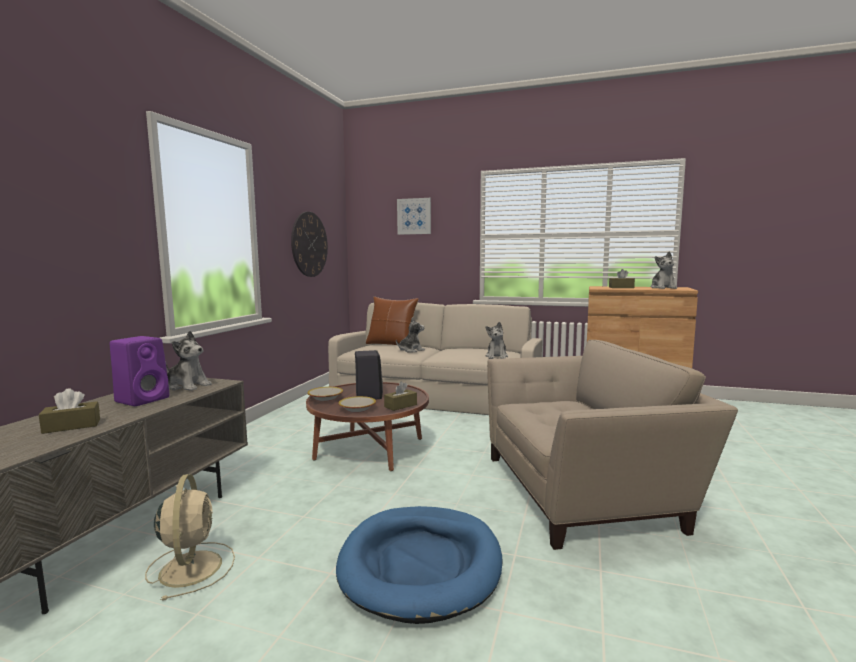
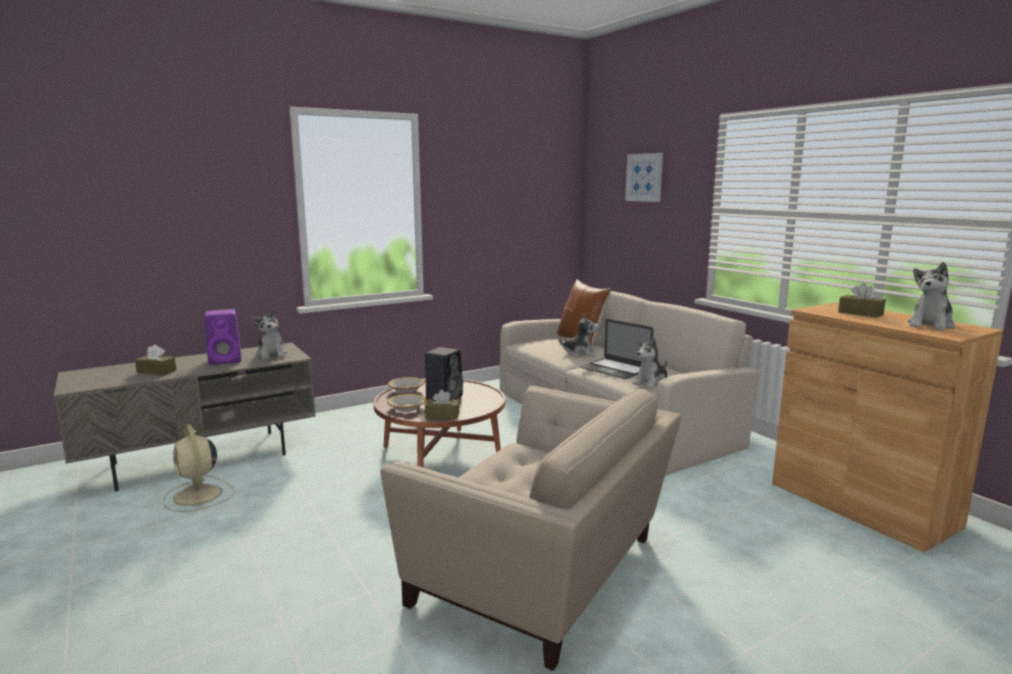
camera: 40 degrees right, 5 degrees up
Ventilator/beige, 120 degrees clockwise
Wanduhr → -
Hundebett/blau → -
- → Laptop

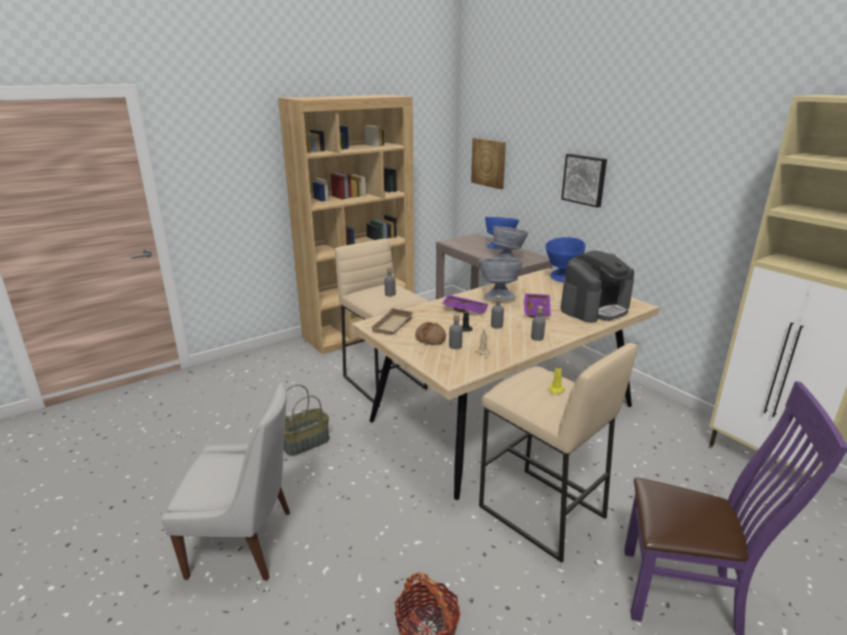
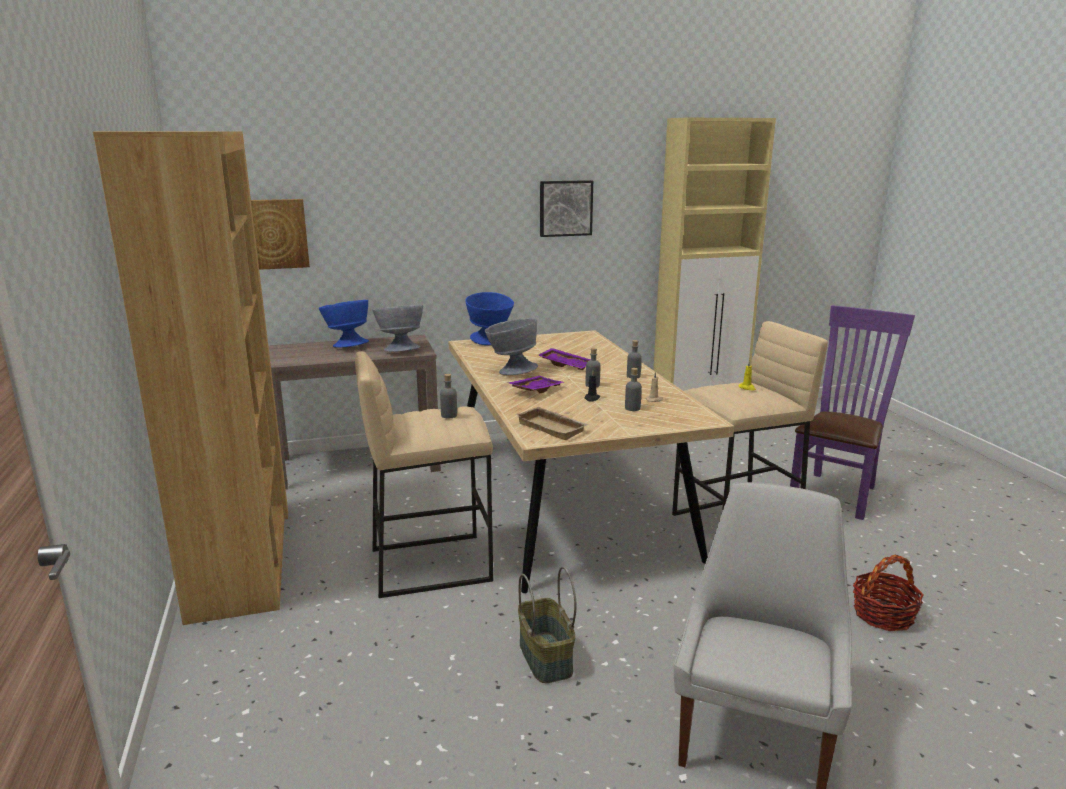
camera: 70 degrees left, 5 degrees down
Brot → -
Bild (2nd from left), moved
Kaffeemaschine → -

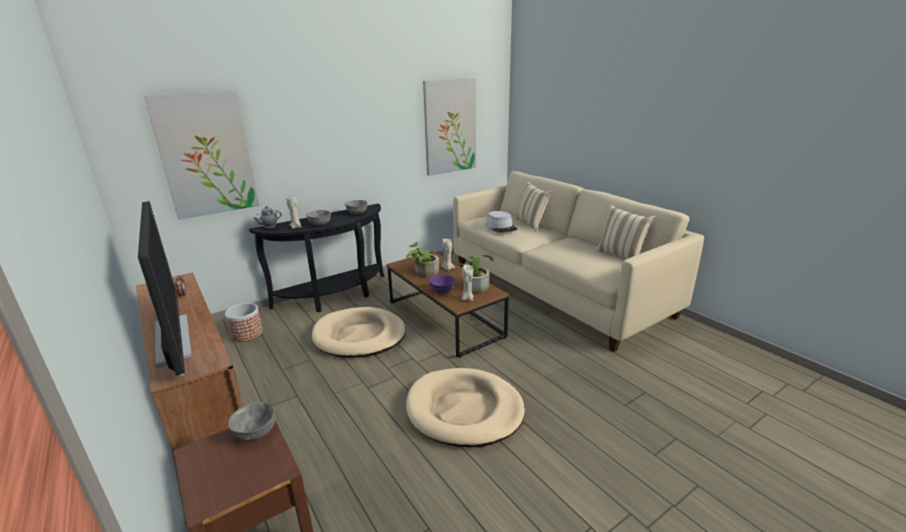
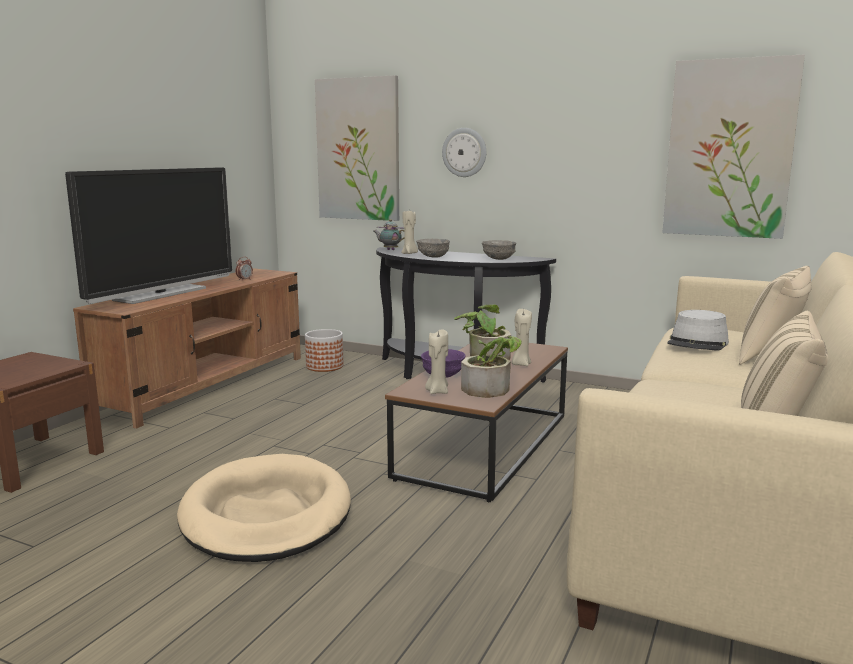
camera: 60 degrees right, 10 degrees down
Schüssel/grau (1st from left) → -
Hundebett/beige (1st from left) → -
- → Wanduhr

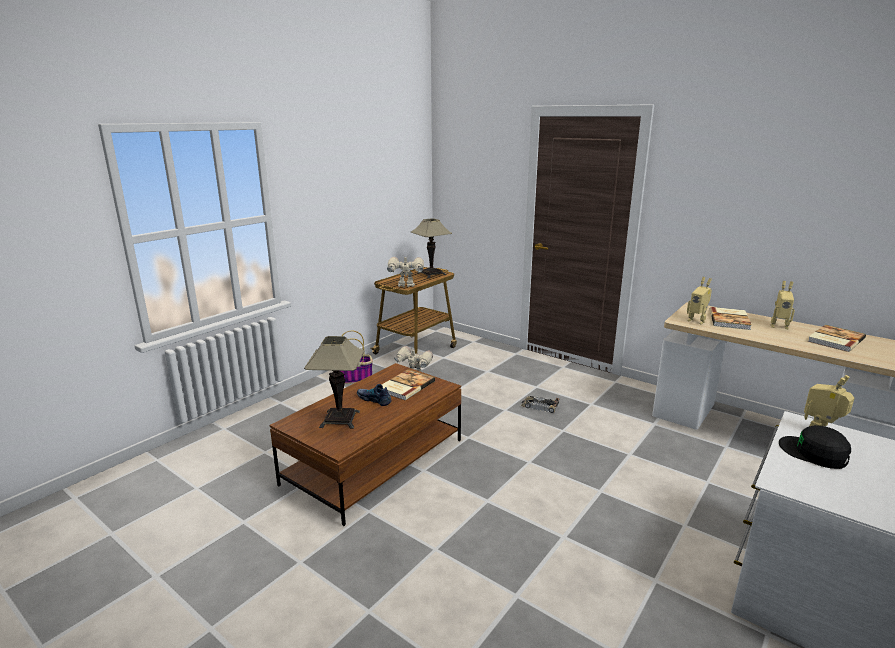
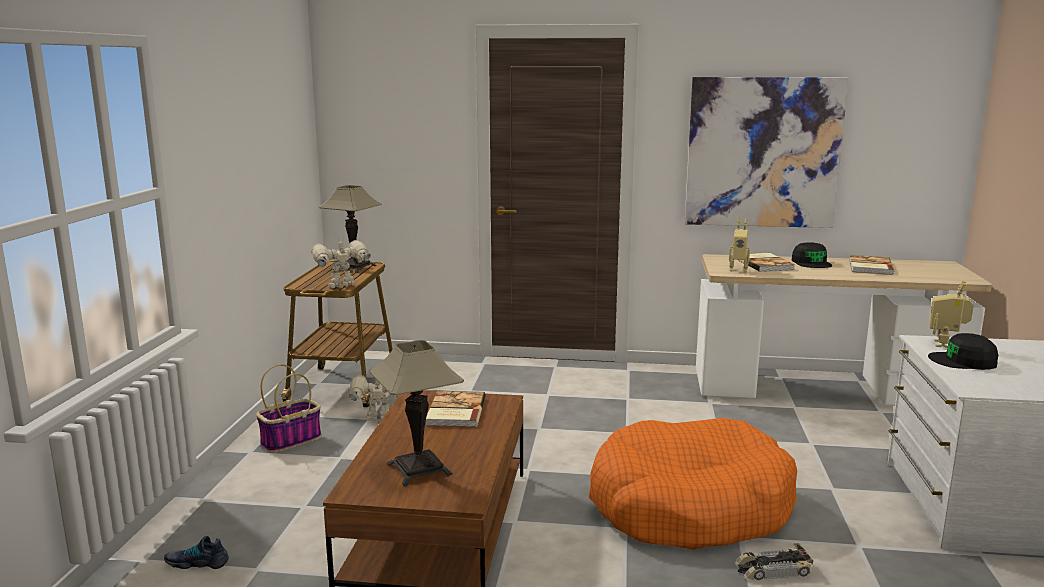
camera: 30 degrees left, 5 degrees down
Schuh, moved
Spielzeugauto, moved
Spielzeugroboter (4th from left) → Kappe/schwarz (1st from left)
- → Hundebett/orange
- → Bild

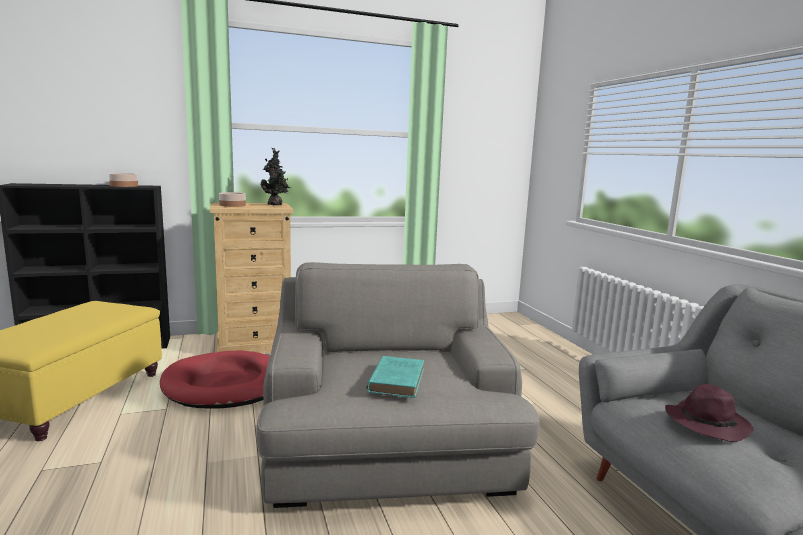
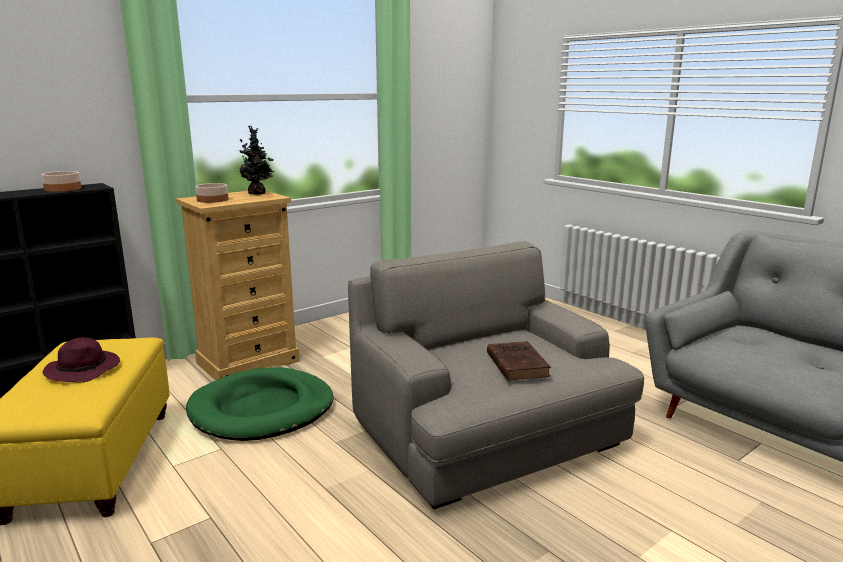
camera: 20 degrees left, 5 degrees up
Hundebett/rot → Hundebett/grün
Buch/türkis → Buch/braun
Hut/lila, moved

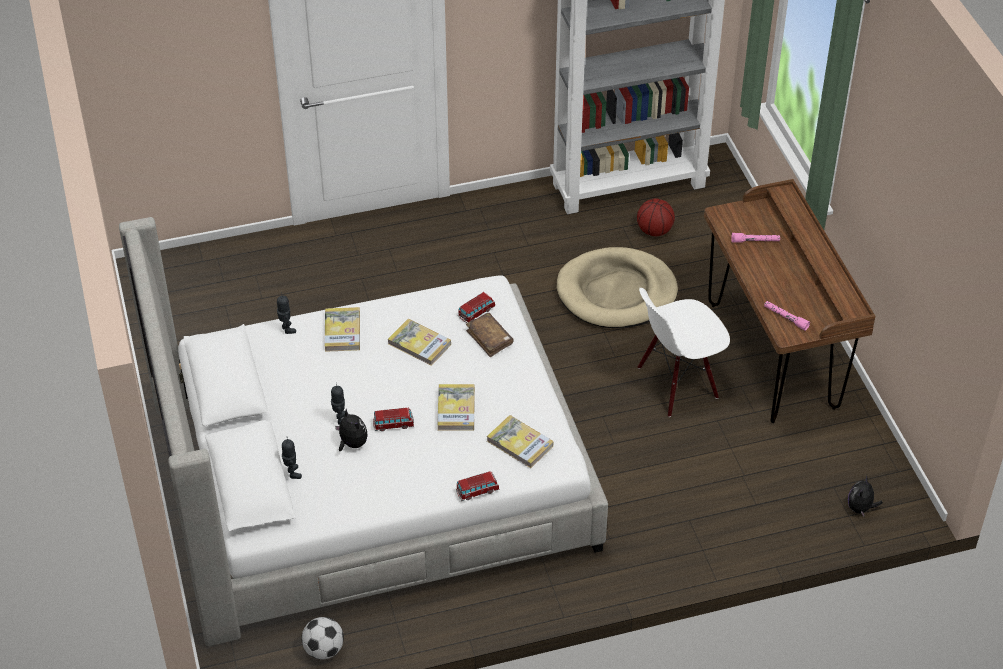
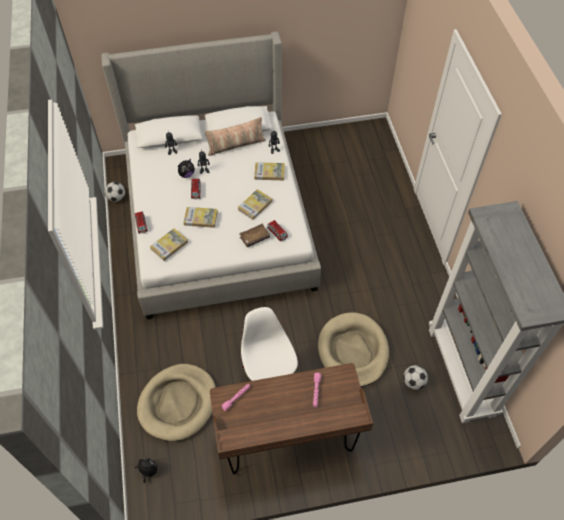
camera: 95 degrees right, 10 degrees up
Basketball → Fußball (2nd from left)
- → Hundebett/beige (1st from left)
- → Kissen

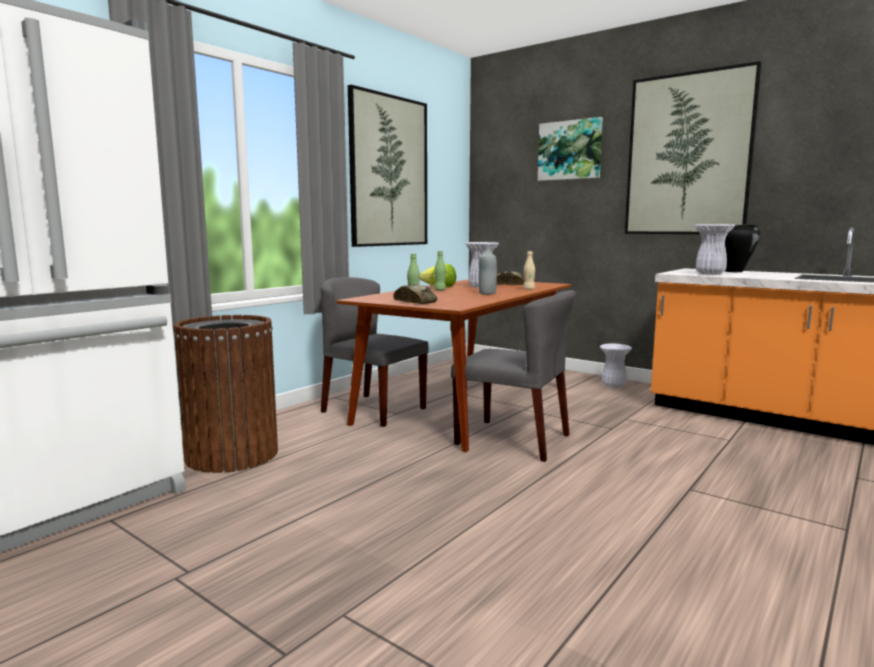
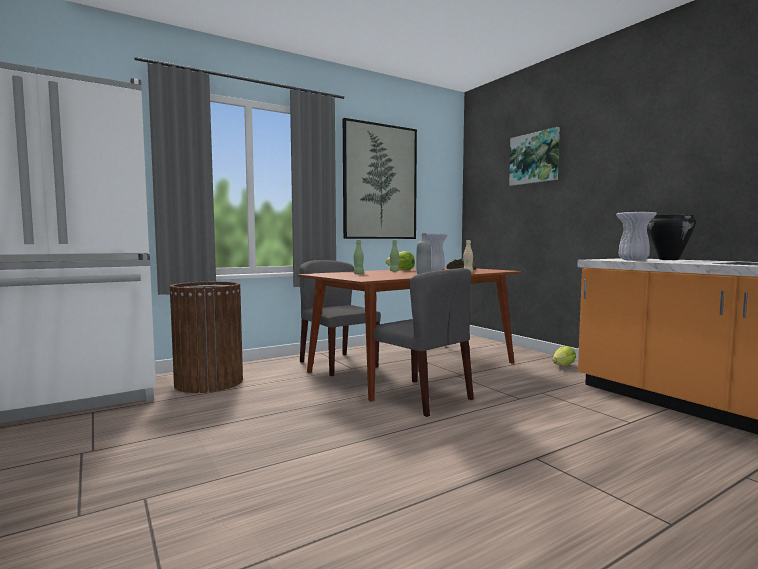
camera: 20 degrees right, 5 degrees down
Brot (1st from left) → -
Vase/weiß (2nd from left) → Salatkopf (2nd from left)
Bild (3rd from left) → -

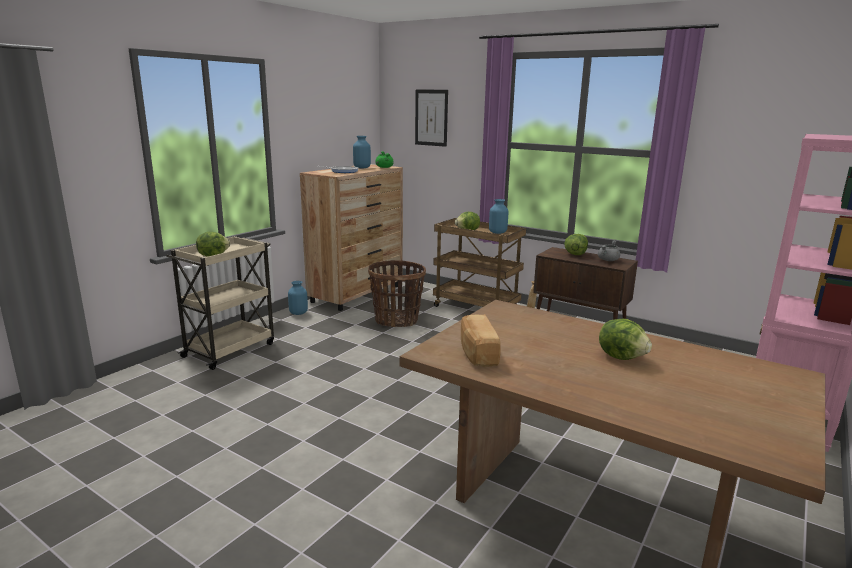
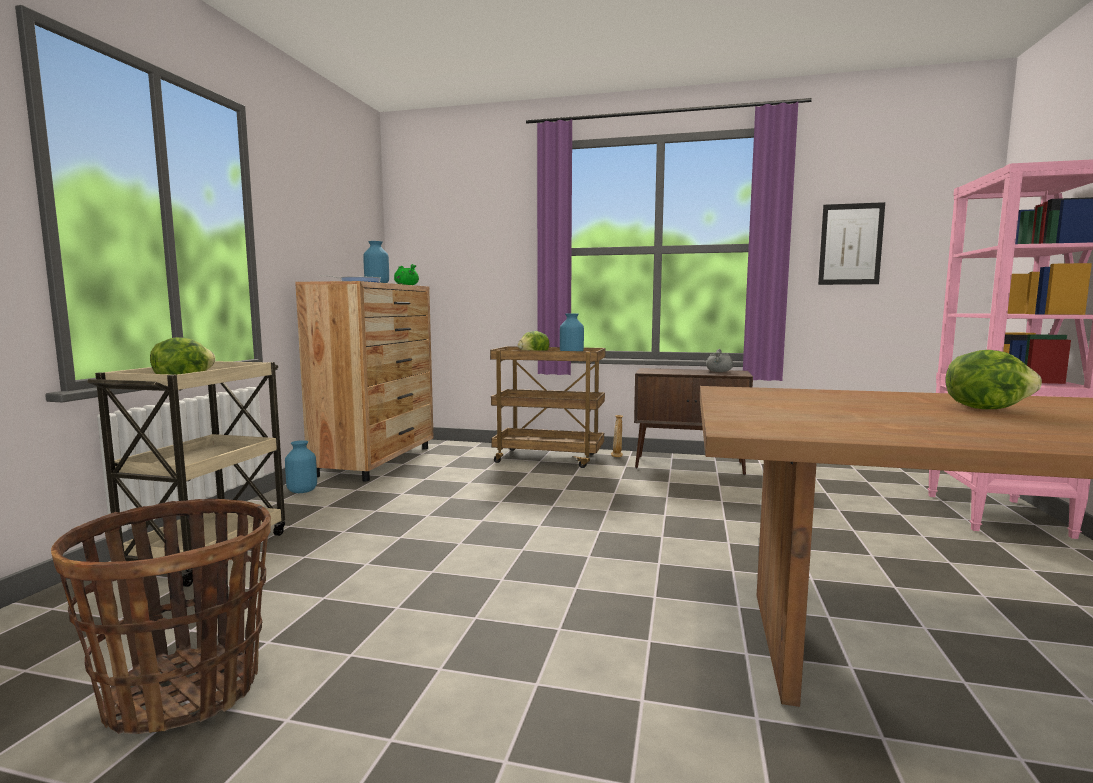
camera: 20 degrees left, 10 degrees down
Korb, moved
Bild, moved
Brot → -
Salatkopf (3rd from left) → -

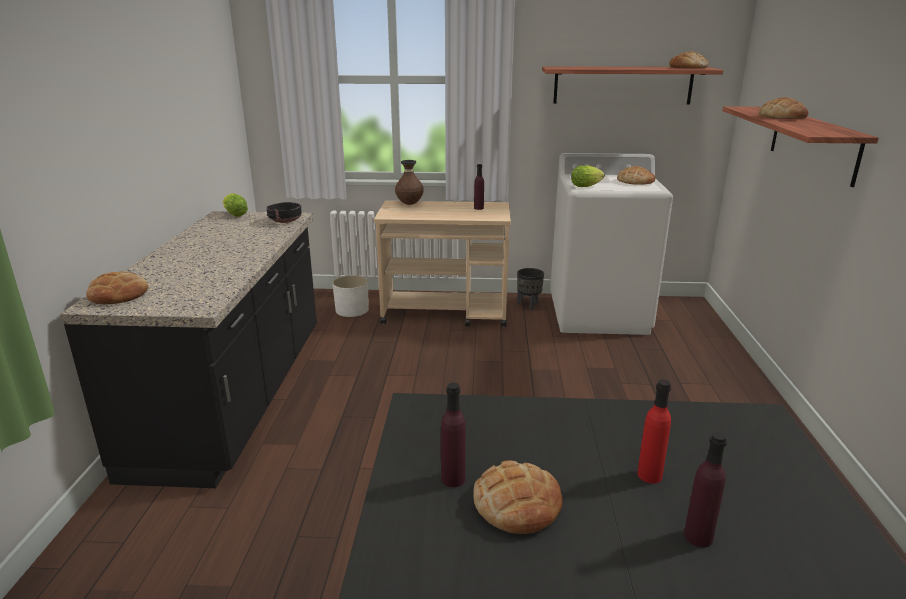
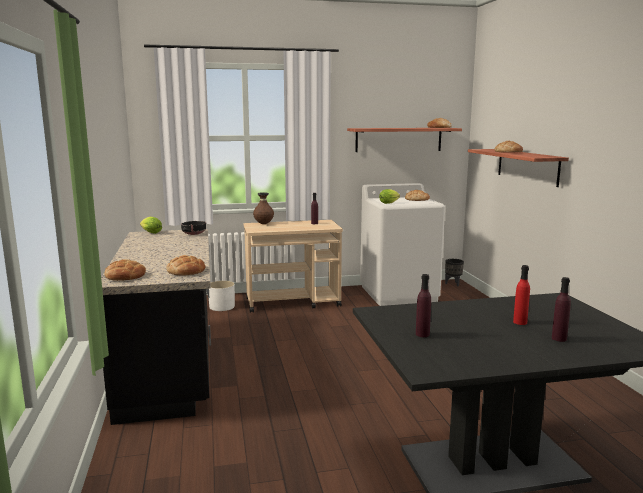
camera: 15 degrees left, 10 degrees down
Brot (2nd from left), moved
Pflanzkübel/schwarz, moved

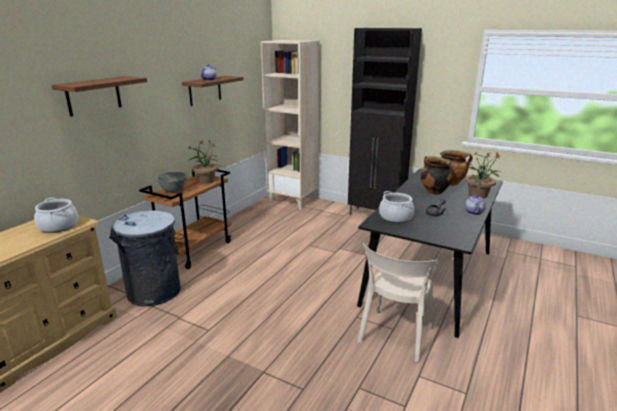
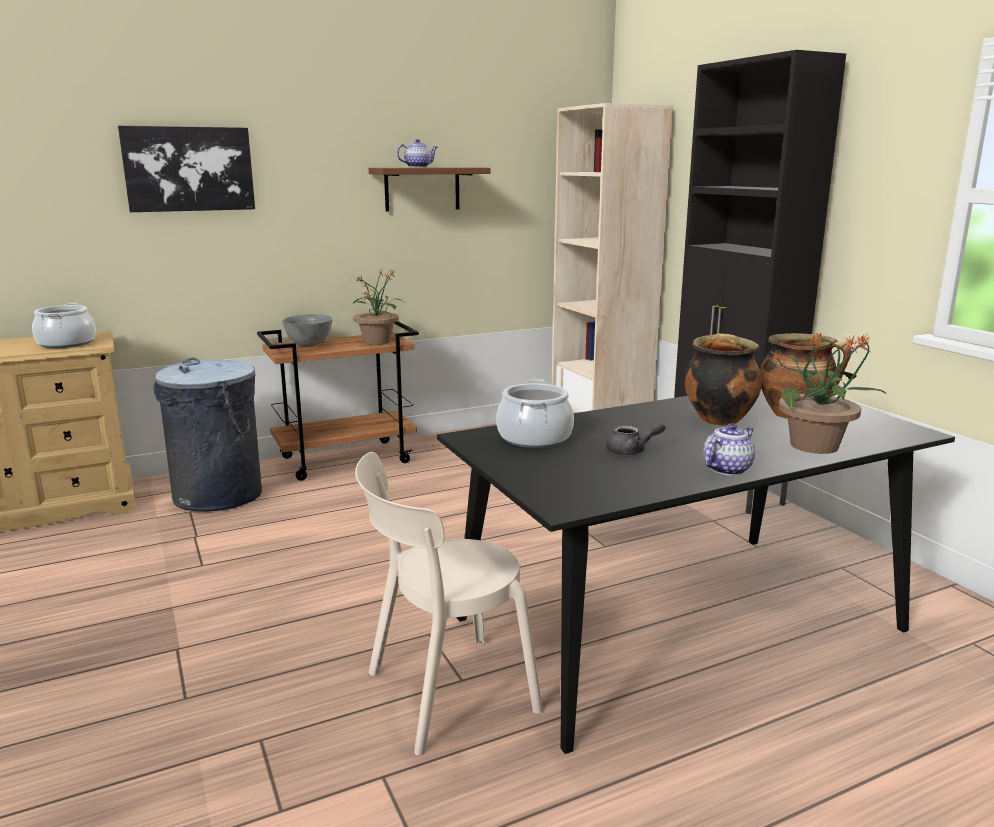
camera: 35 degrees right, 5 degrees down
Wandregal/braun (1st from left) → Bild

